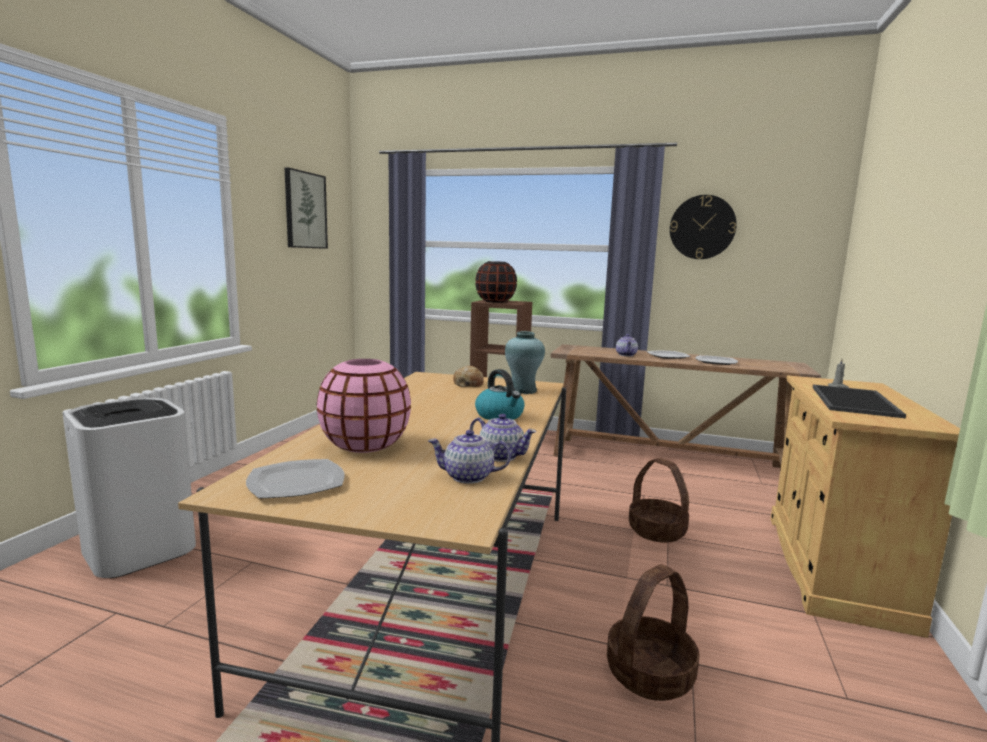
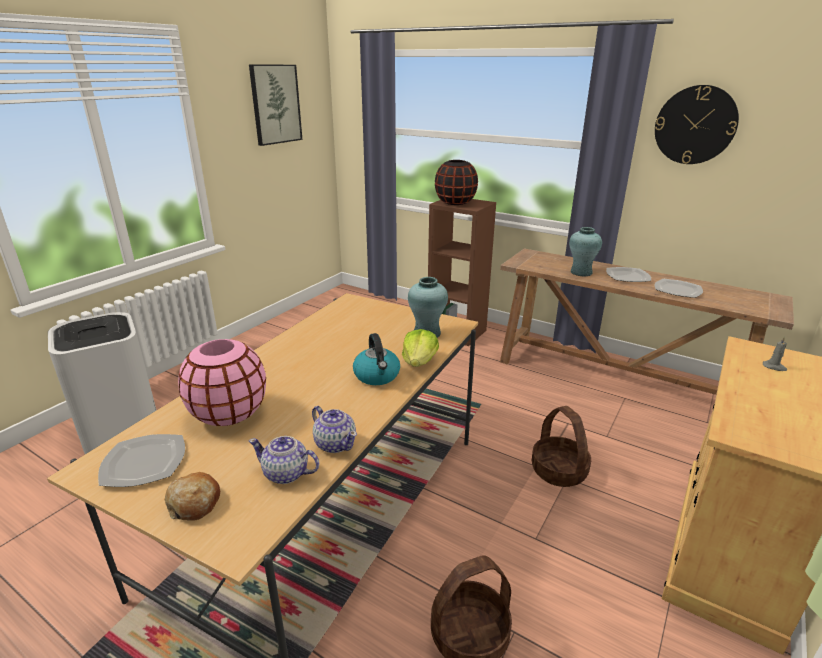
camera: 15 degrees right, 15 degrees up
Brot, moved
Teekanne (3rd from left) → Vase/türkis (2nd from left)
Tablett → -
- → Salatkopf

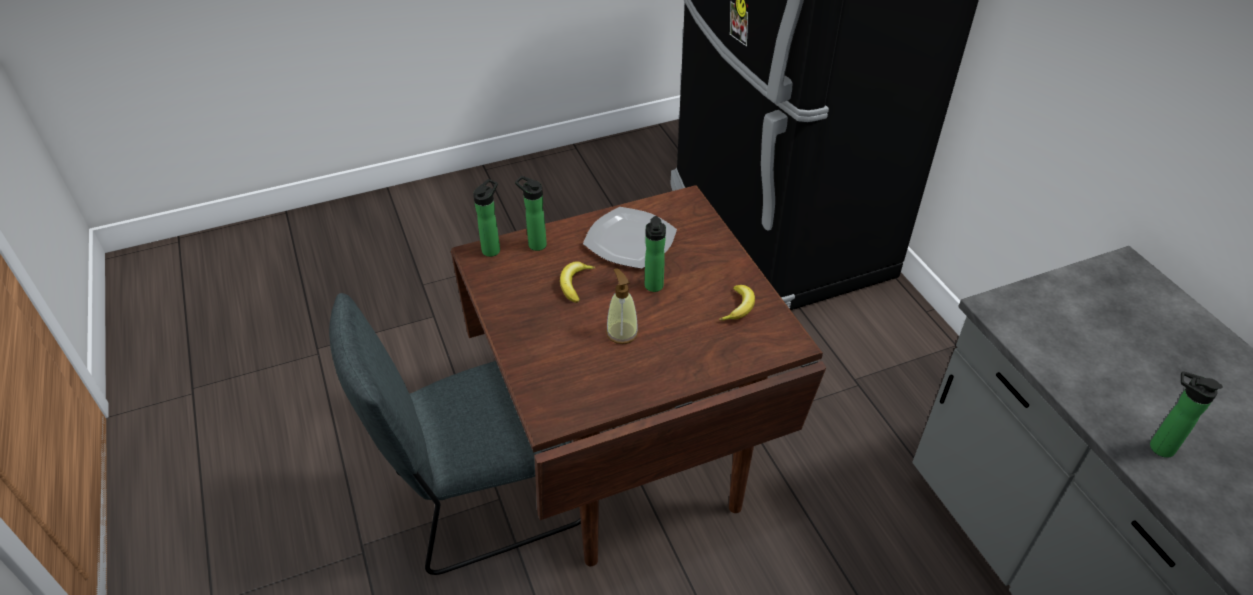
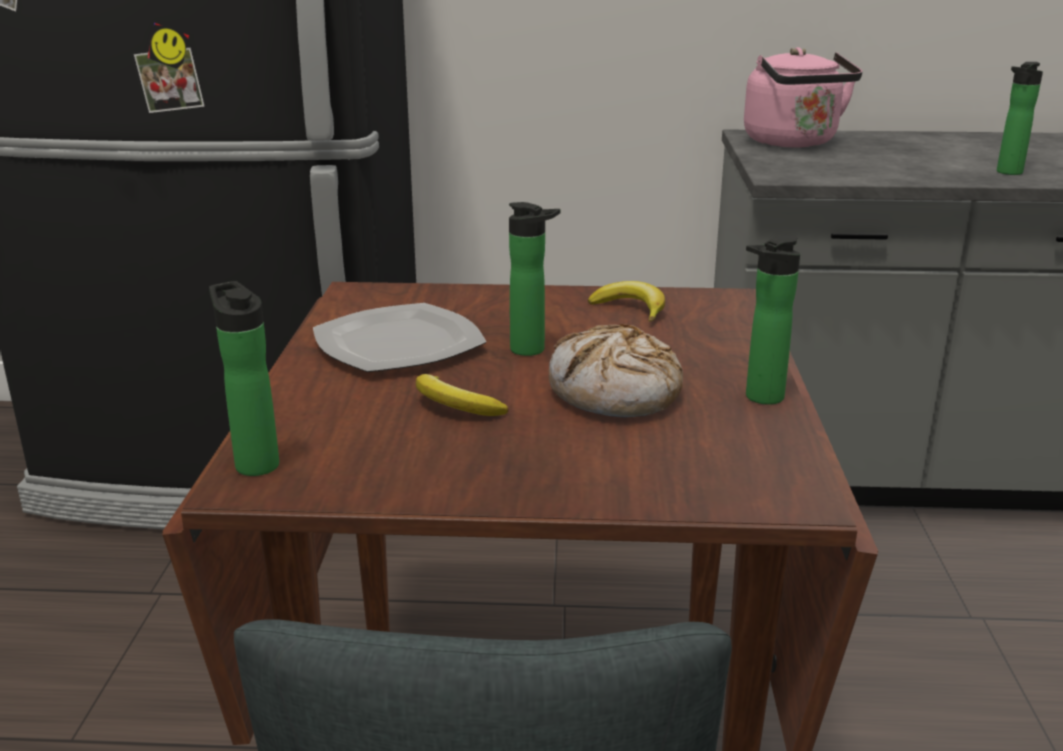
camera: 65 degrees left, 20 degrees down
Flasche (2nd from left in the first image) → Flasche (3rd from left), moved
Seifenspender → Brot
- → Wasserkessel/rosa

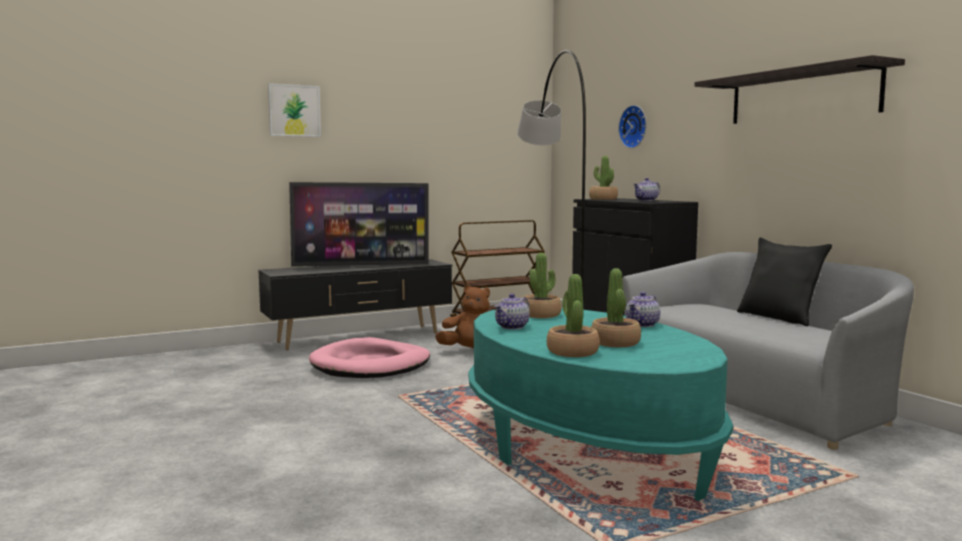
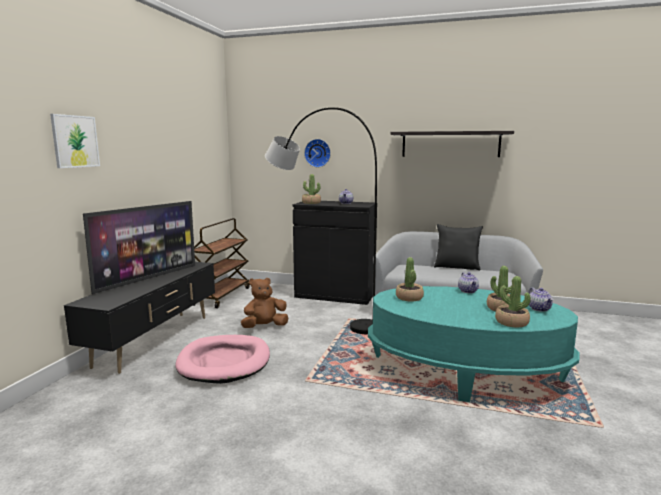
camera: 45 degrees left, 5 degrees up
Teekanne (1st from left in the first image) → Teekanne (3rd from left), moved

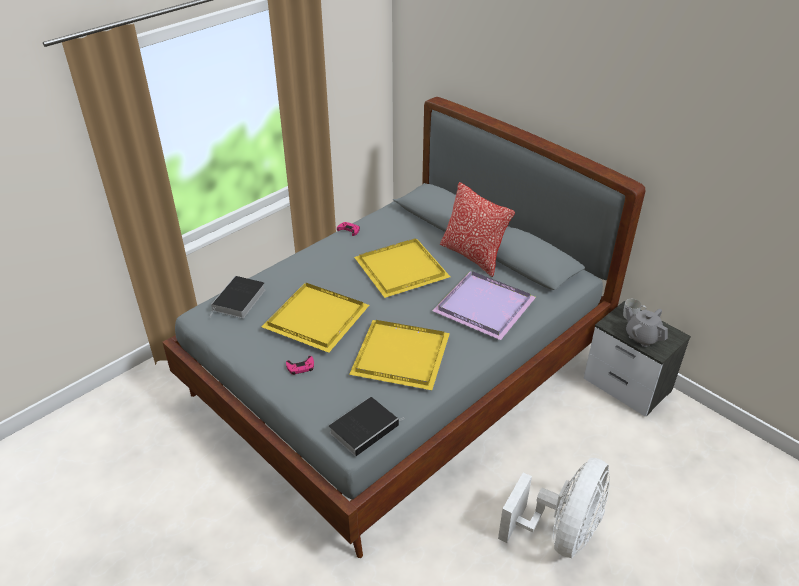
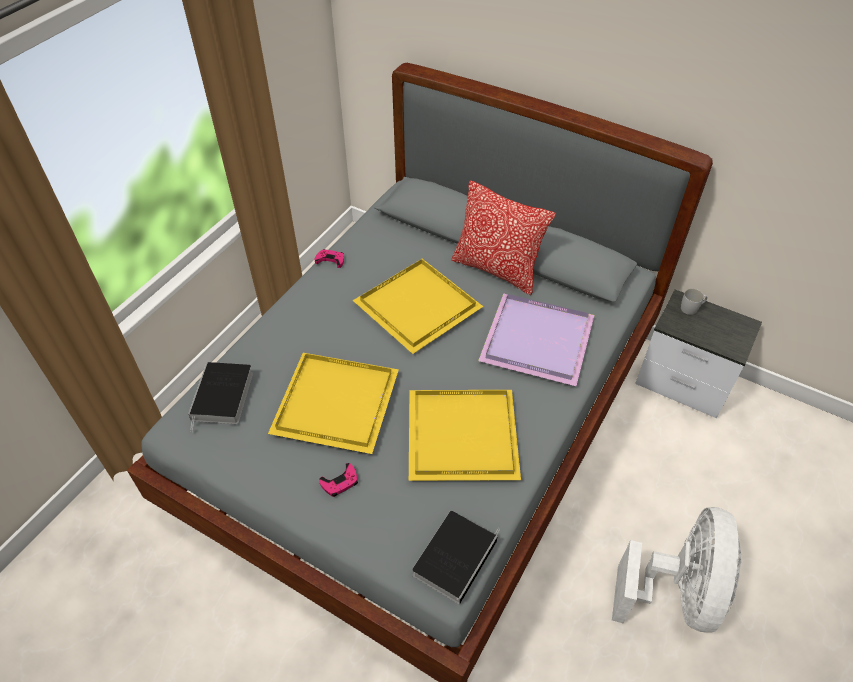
camera: 15 degrees left, 10 degrees up
Teekanne/grau → -

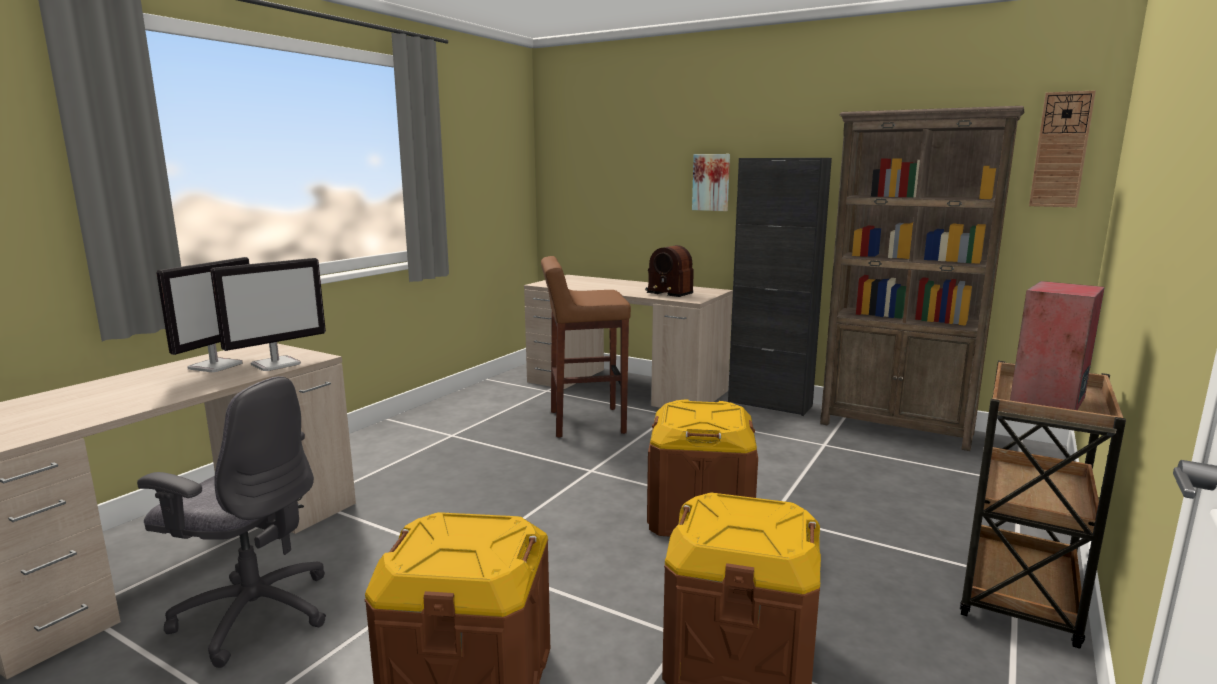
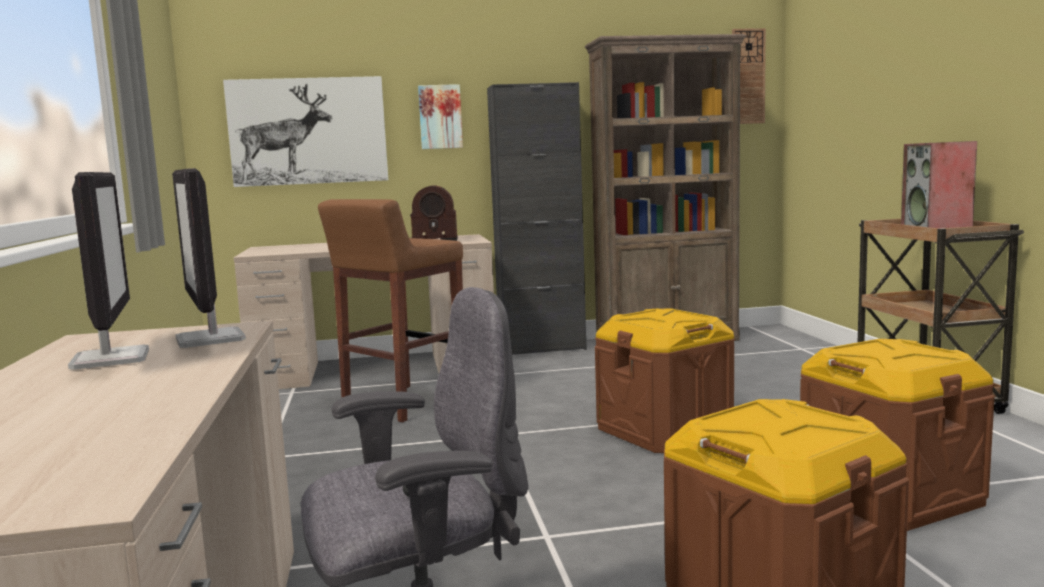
camera: 40 degrees left, 5 degrees down
Monitor (2nd from left), 150 degrees clockwise
- → Bild (1st from left)

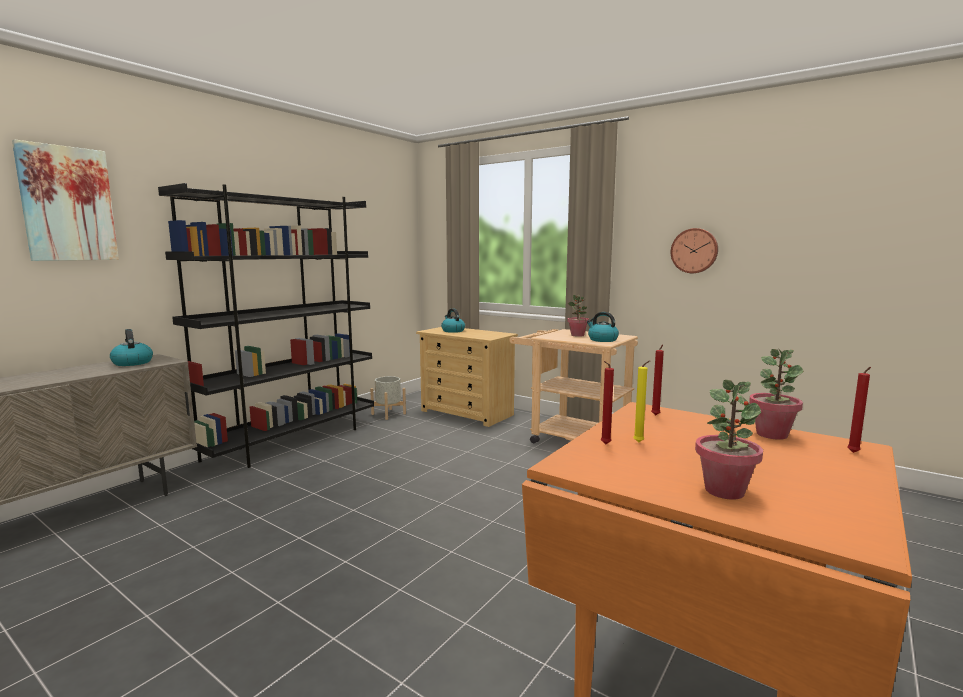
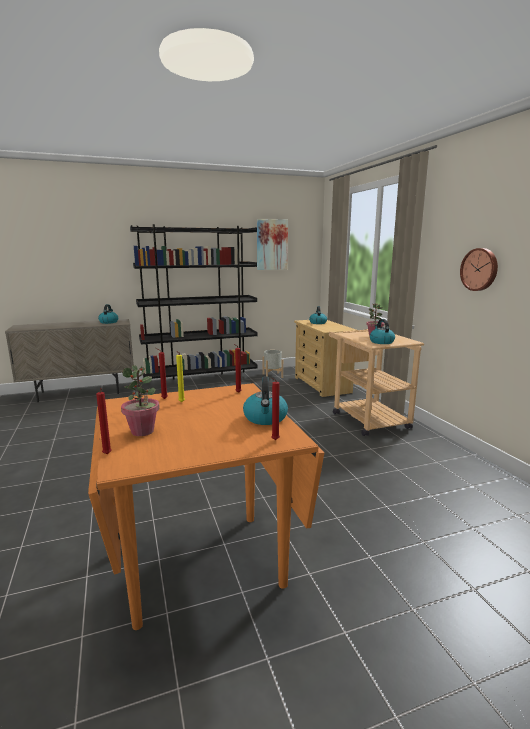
camera: 35 degrees right, 5 degrees up
Bild, moved
Topfpflanze (3rd from left) → Wasserkessel (2nd from left)
- → Kerze/rot (1st from left)

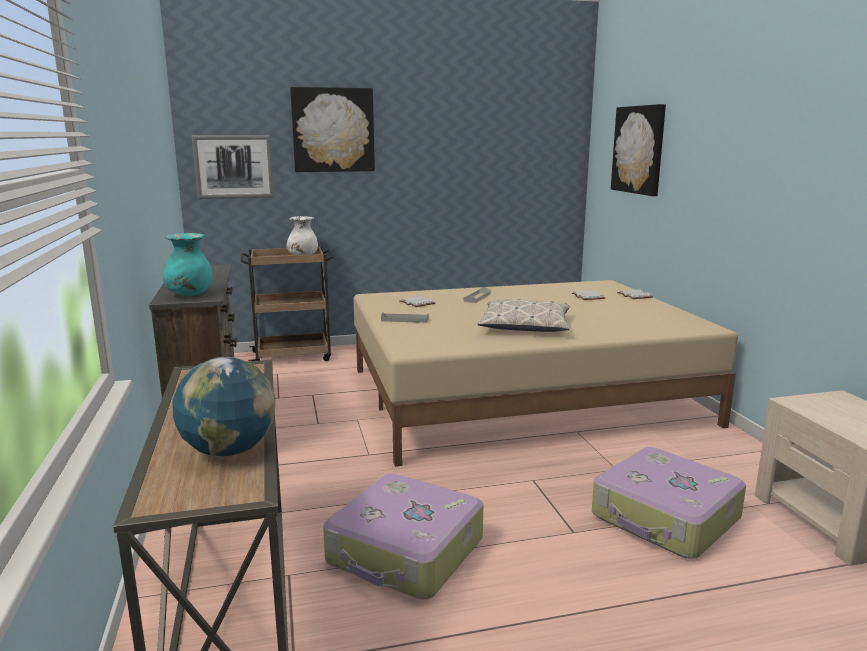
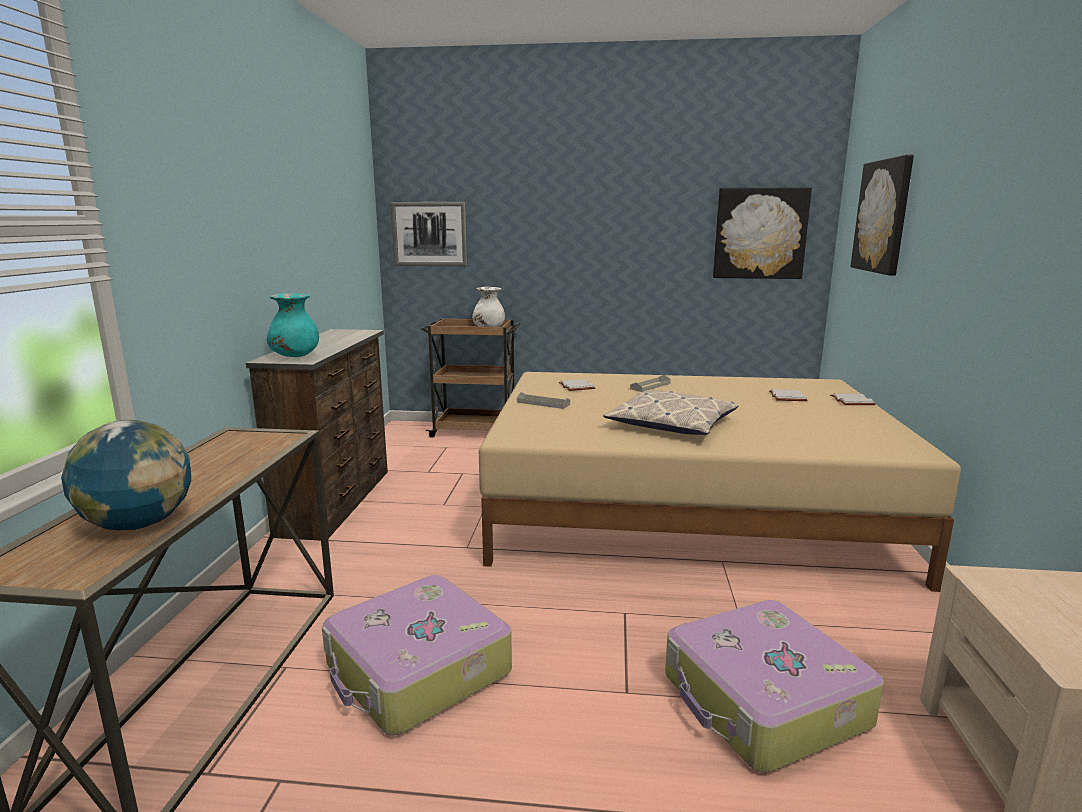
camera: 20 degrees right, 0 degrees up
Bild (2nd from left), moved

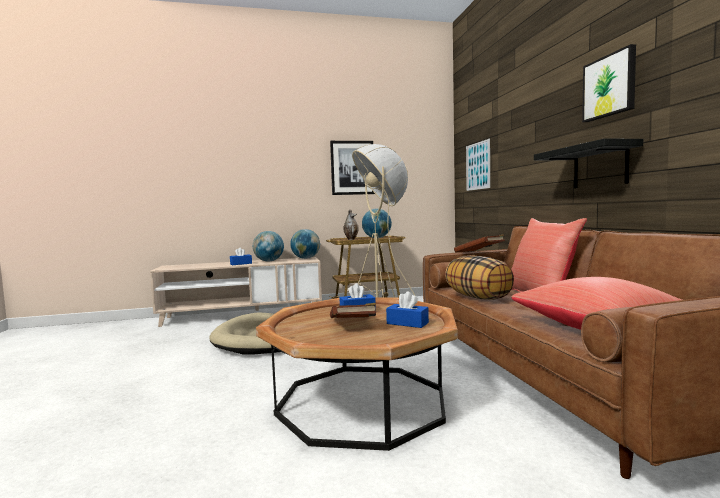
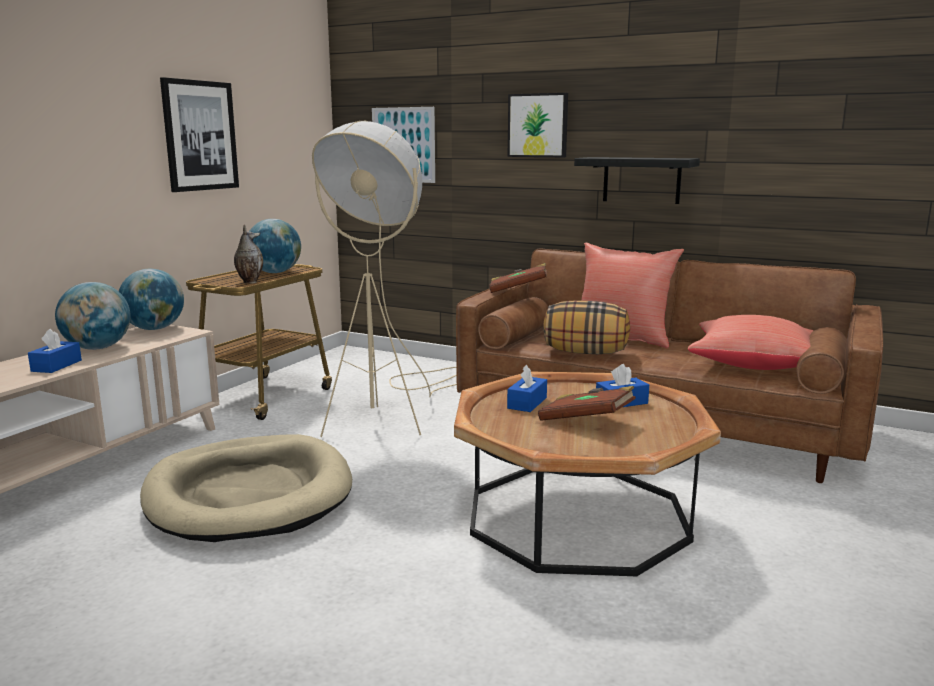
camera: 50 degrees left, 10 degrees up
Bild (3rd from left), moved

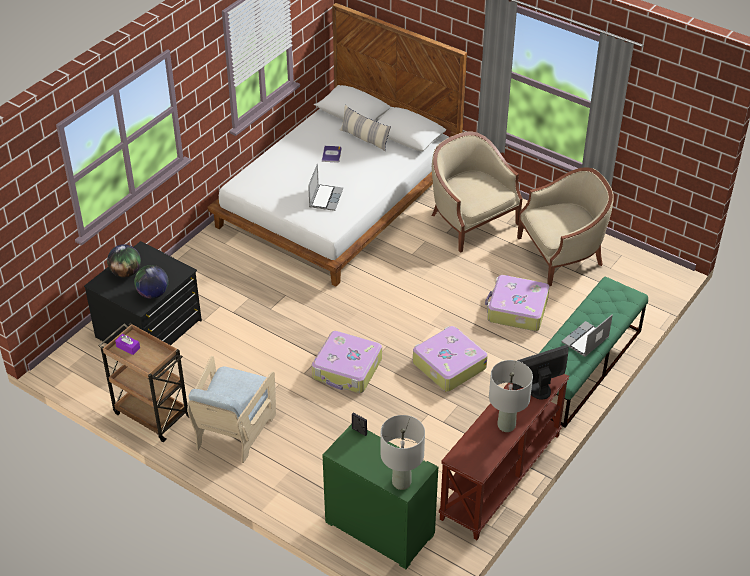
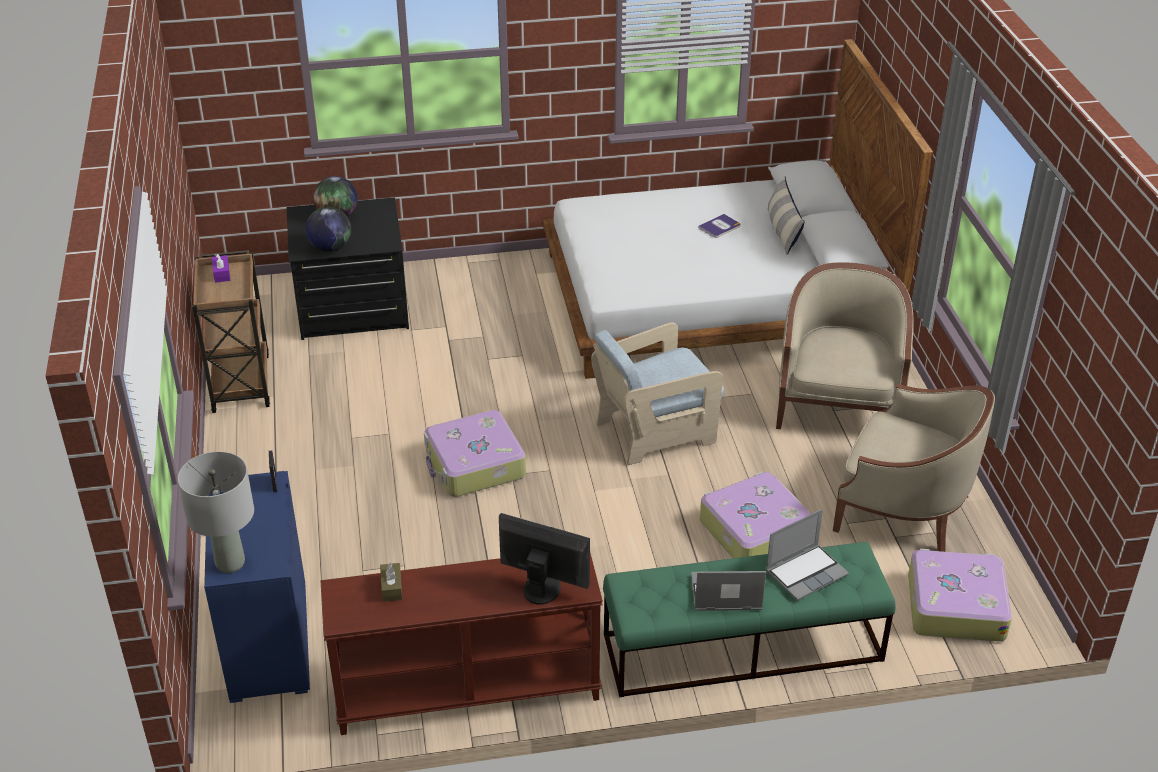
camera: 45 degrees right, 5 degrees down
Sessel/beige (1st from left), moved
Laptop (1st from left in the first image) → Laptop (2nd from left), moved
Kommode/grün → Kommode/blau
Koffer (2nd from left in the first image) → Koffer (3rd from left), moved
Tischlampe/grau (2nd from left) → -
- → Taschentuchbox/braun

